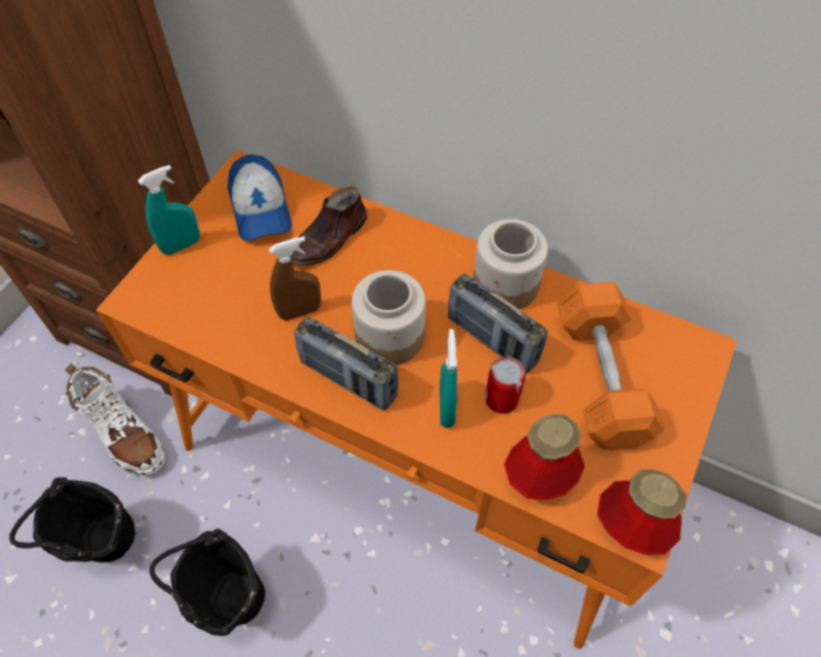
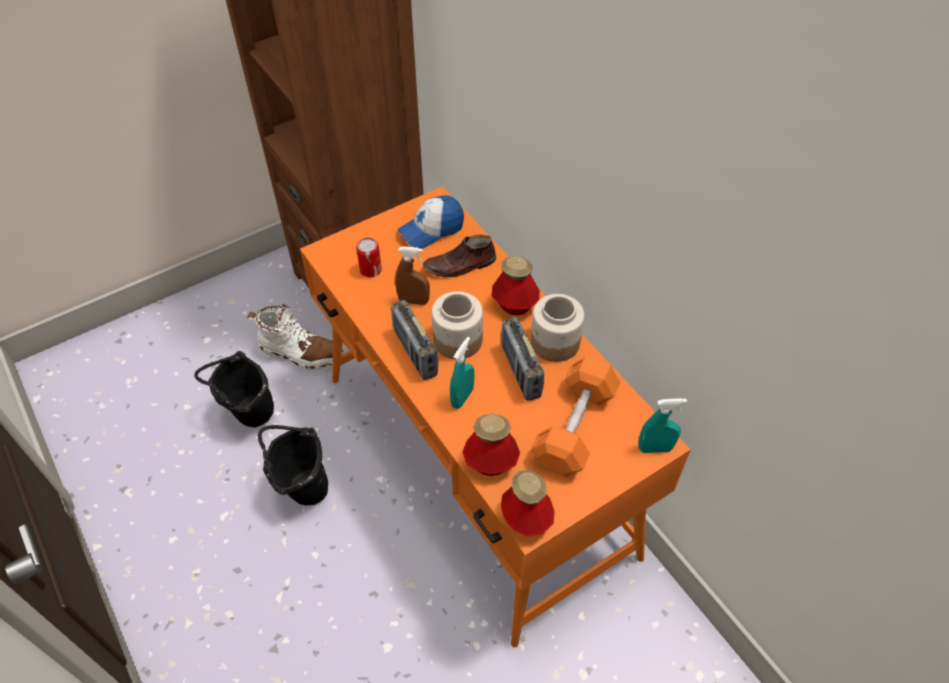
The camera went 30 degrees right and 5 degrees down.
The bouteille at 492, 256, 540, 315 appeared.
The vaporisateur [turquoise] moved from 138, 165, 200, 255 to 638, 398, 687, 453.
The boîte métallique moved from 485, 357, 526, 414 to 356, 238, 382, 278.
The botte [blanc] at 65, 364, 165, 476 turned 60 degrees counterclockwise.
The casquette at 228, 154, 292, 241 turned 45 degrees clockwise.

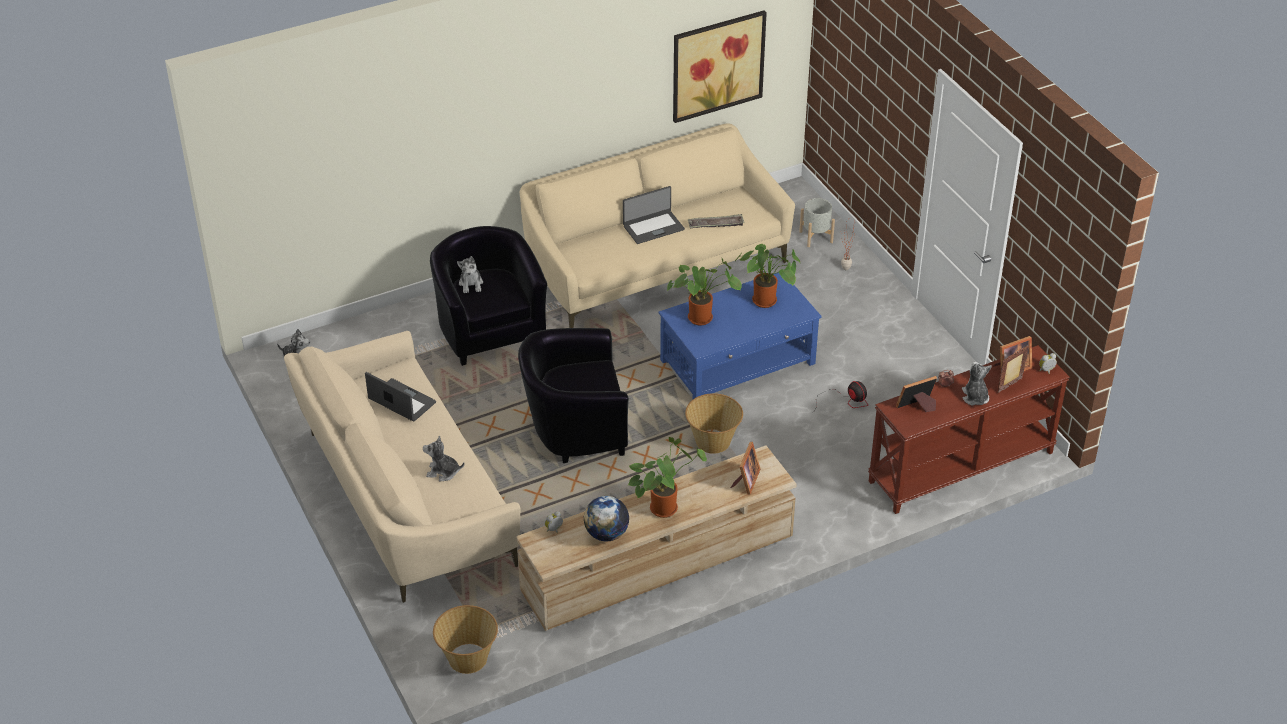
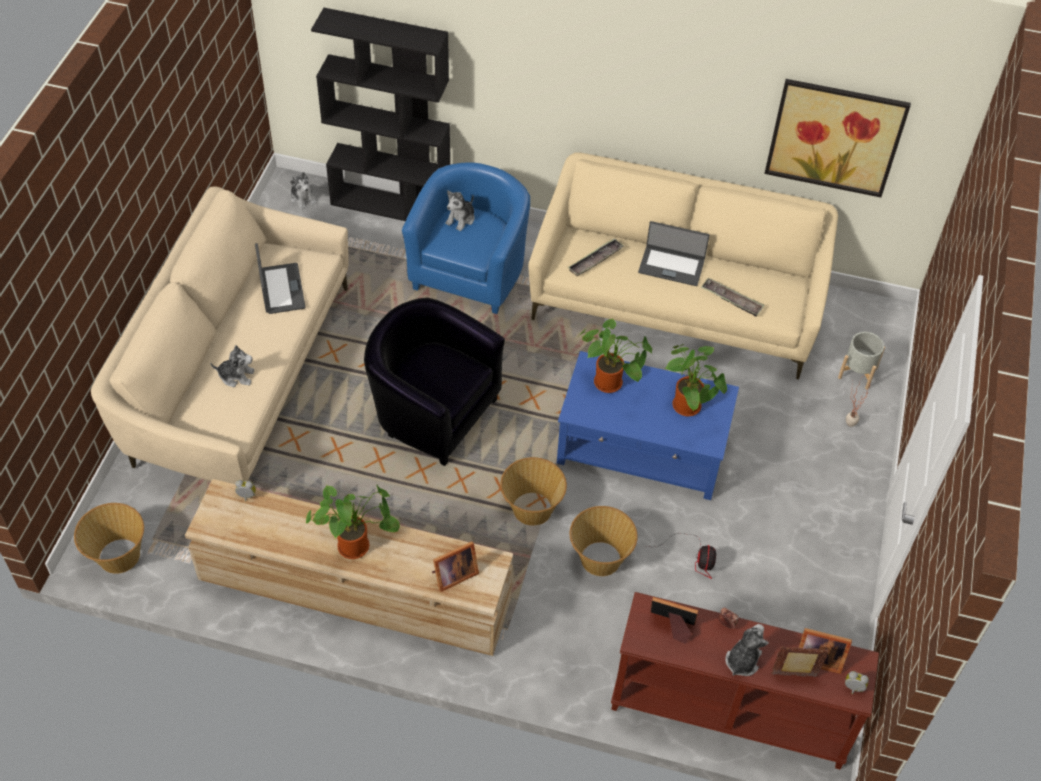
The camera went 40 degrees right and 10 degrees up.
The globe at 584, 496, 629, 541 disappeared.
The bibliothèque [noir] at 311, 8, 450, 221 appeared.
The plateau at 568, 238, 624, 277 appeared.
The panier at 570, 506, 638, 576 appeared.
The fauteuil [noir] at 430, 226, 547, 366 became the fauteuil [bleu] at 402, 162, 530, 314.
The peluche at 423, 435, 464, 481 turned 135 degrees clockwise.

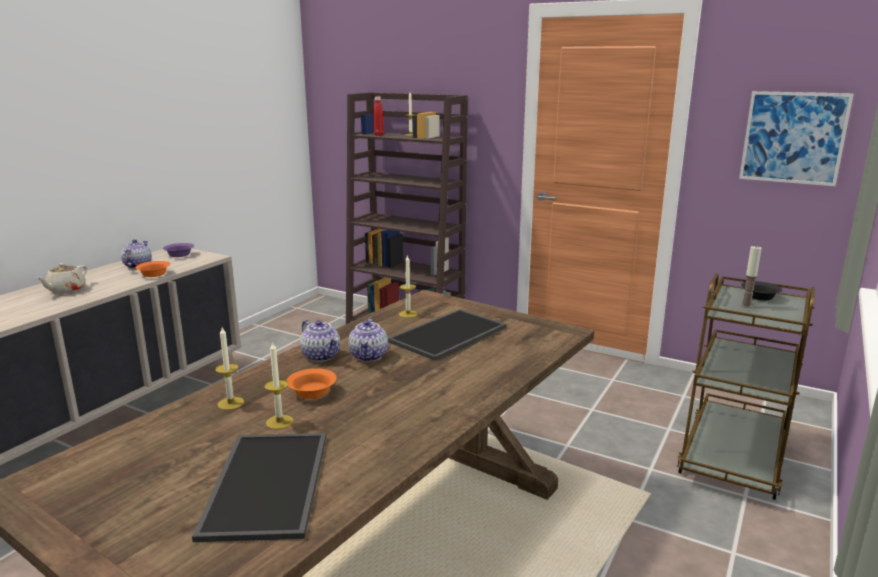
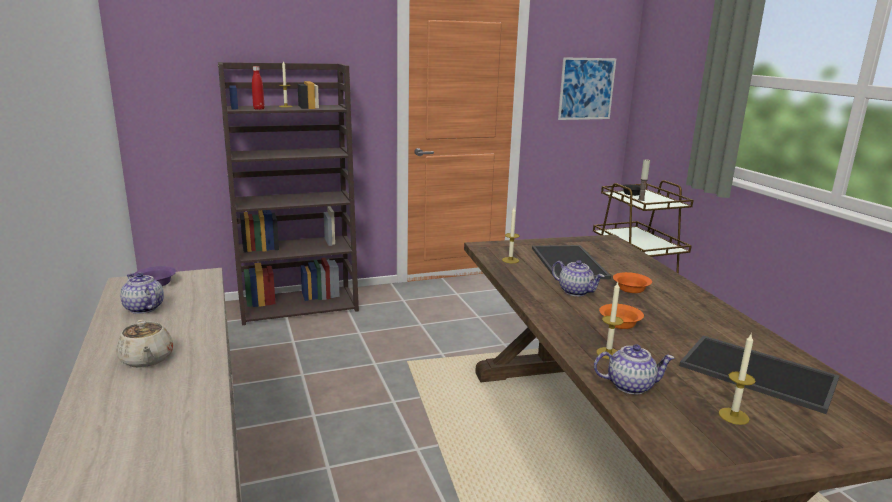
The camera went 50 degrees left and 0 degrees up.
The bol [orange] moved from 135, 261, 170, 277 to 613, 272, 652, 293.
The bougie moved from 264, 341, 294, 429 to 719, 334, 755, 425.
The théière moved from 300, 320, 340, 362 to 594, 344, 675, 395.

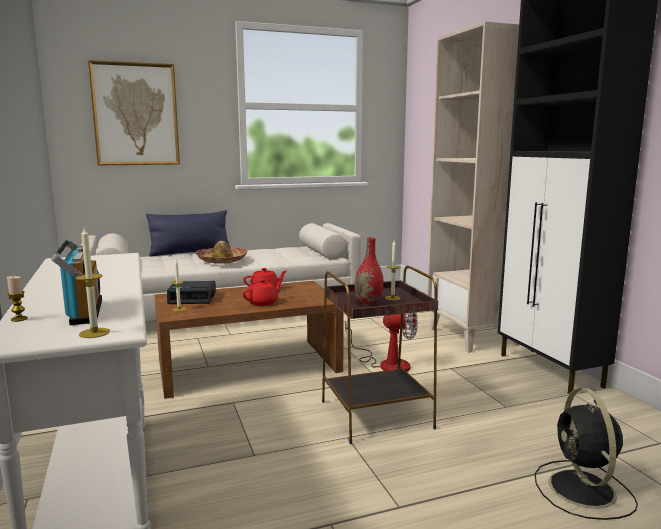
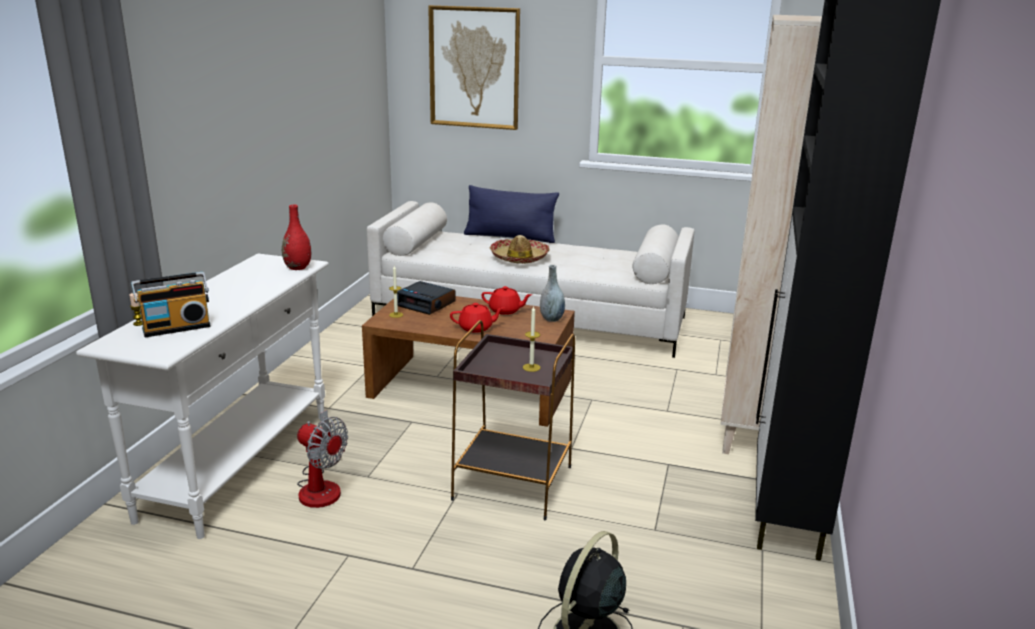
The camera went 35 degrees right and 10 degrees up.
The bougie at 75, 228, 110, 338 disappeared.
The vase [gris] at 540, 265, 565, 322 appeared.
The ventilateur moved from 345, 312, 418, 372 to 297, 410, 348, 508.
The vase [rouge] moved from 354, 237, 384, 304 to 282, 205, 311, 270.
The radio at 51, 239, 102, 325 turned 45 degrees clockwise.

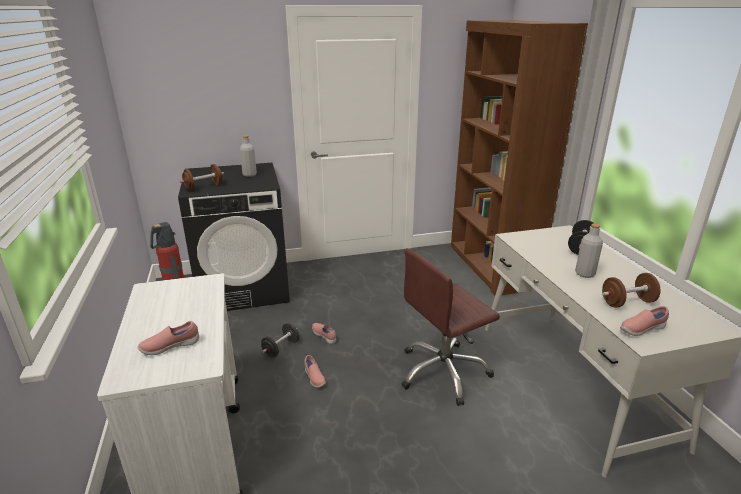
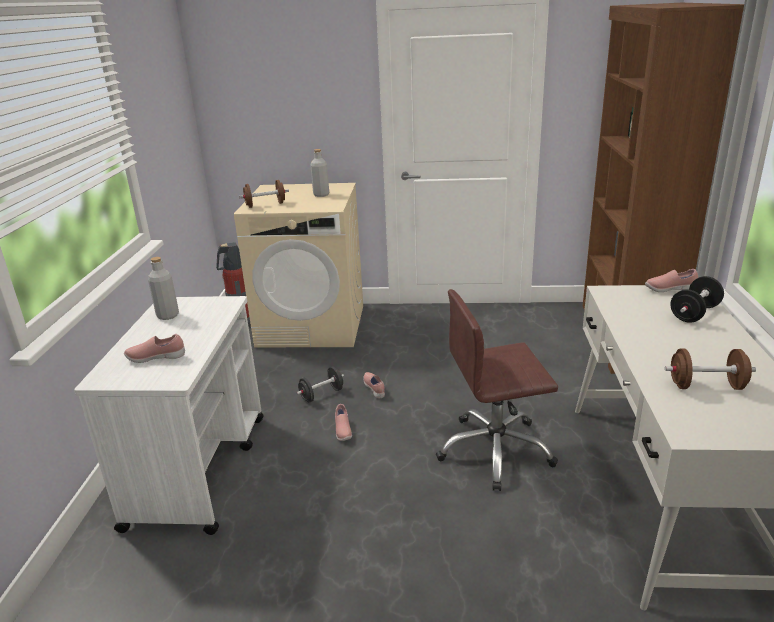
The camera went 20 degrees right and 0 degrees up.
The bouteille [gris] moved from 575, 223, 603, 278 to 148, 257, 179, 320.
The chaussure [rose] moved from 620, 306, 669, 336 to 645, 269, 698, 292.
The lave-linge [noir] at 178, 163, 290, 311 became the lave-linge [beige] at 234, 183, 363, 347.

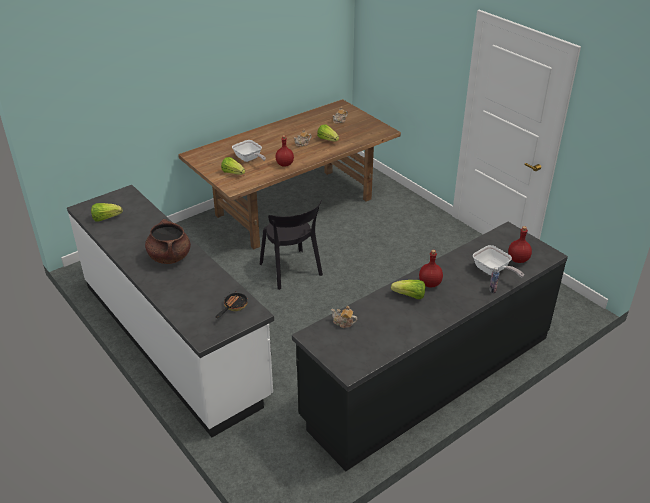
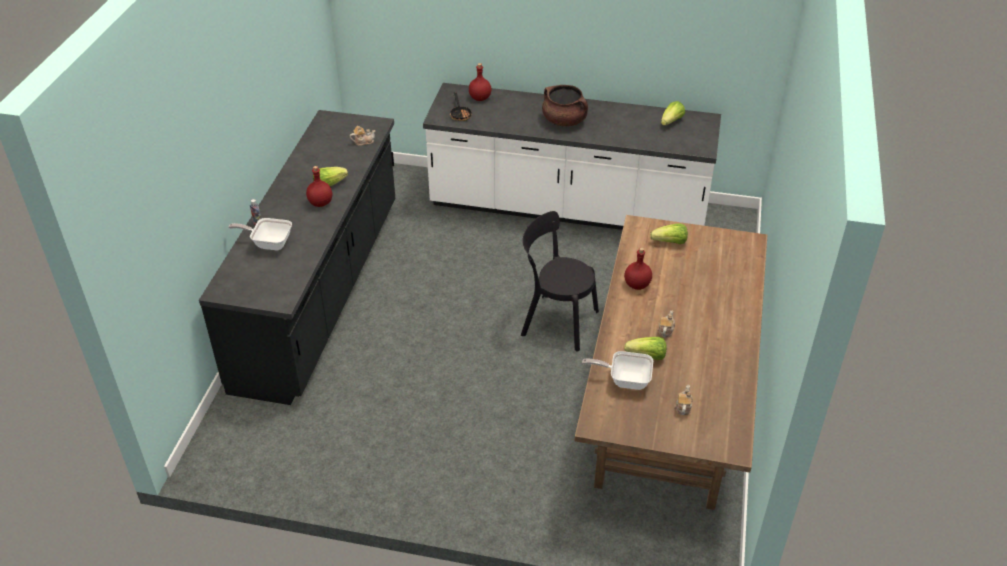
The camera went 140 degrees right and 5 degrees up.
The poêle moved from 232, 140, 266, 162 to 582, 351, 653, 390.
The bouteille [rouge] moved from 508, 226, 532, 263 to 469, 63, 492, 101.

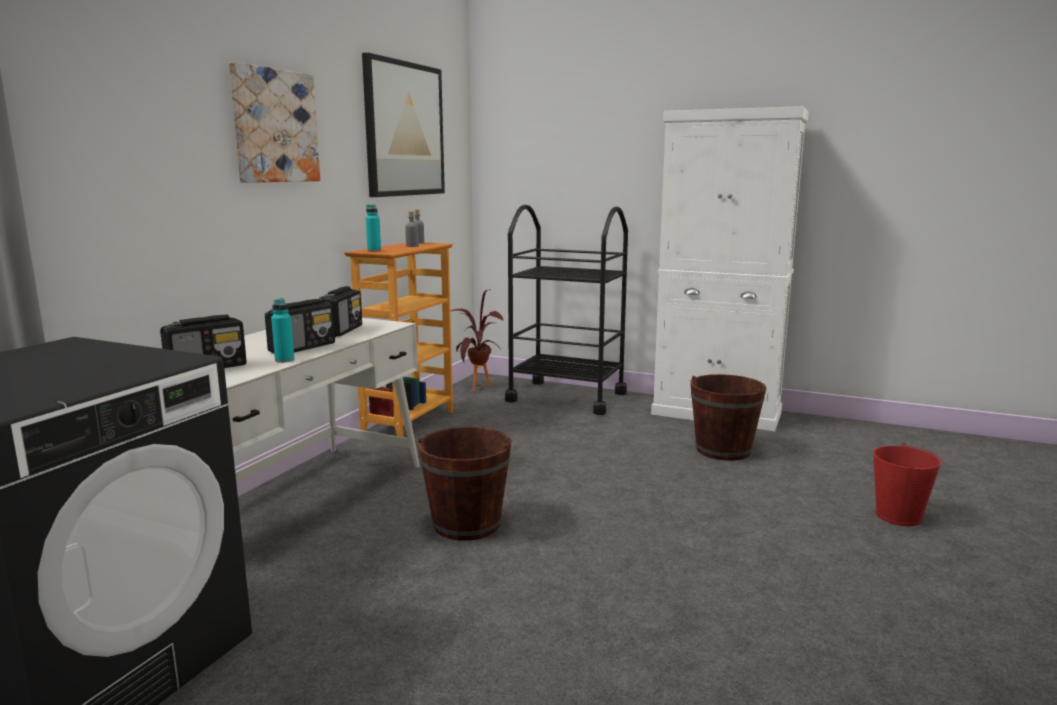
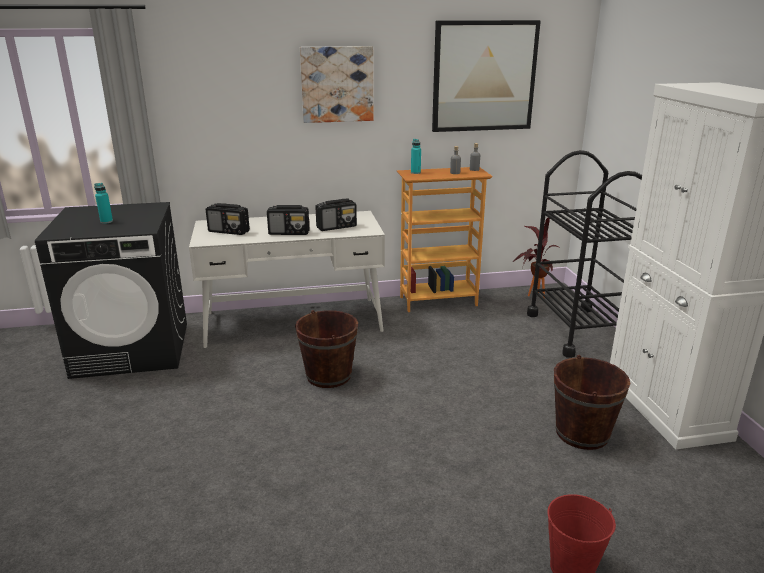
The camera went 55 degrees right and 10 degrees up.
The bouteille [turquoise] moved from 271, 298, 294, 363 to 94, 183, 113, 224.

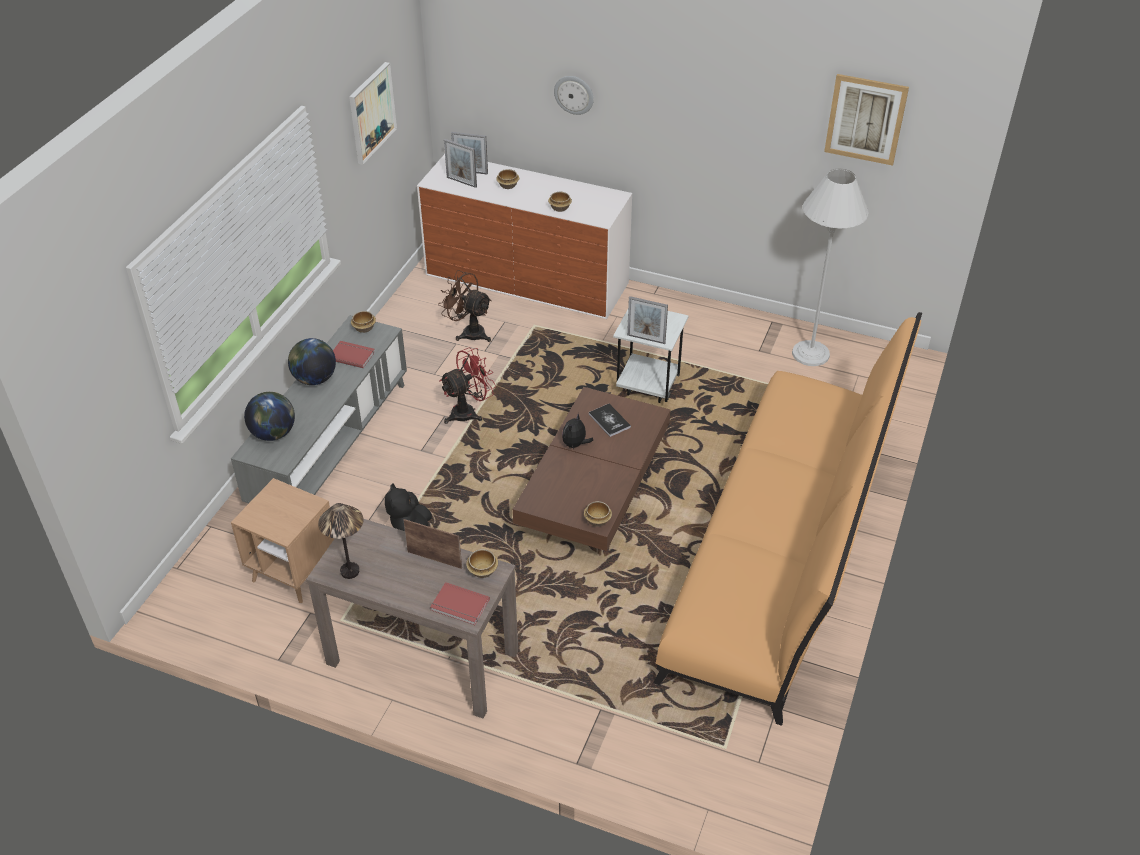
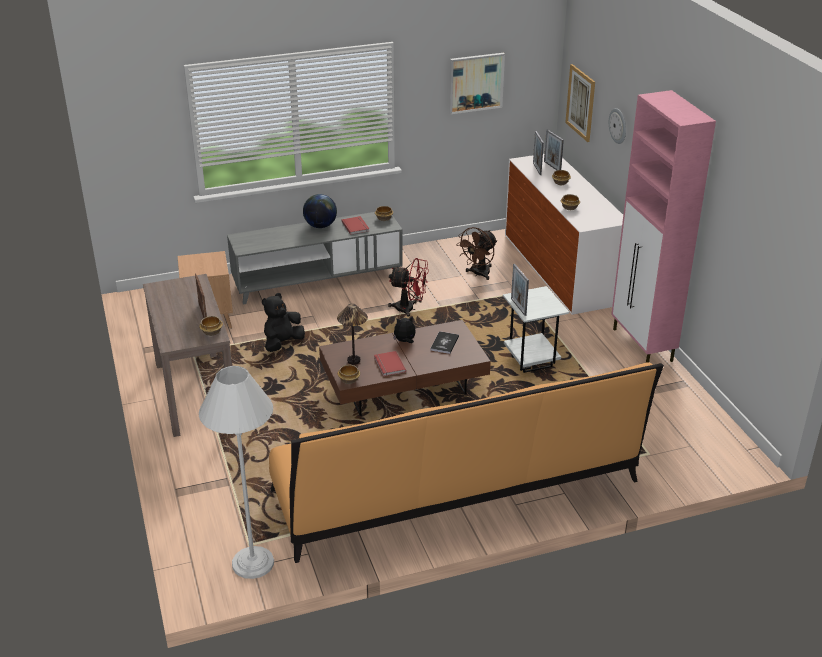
The camera went 50 degrees right and 10 degrees down.
The globe at 244, 392, 295, 441 disappeared.
The meuble de rangement [rose] at 611, 90, 716, 363 appeared.
The lampe de table moved from 318, 503, 364, 579 to 337, 303, 368, 365.
The livre [rouge] moved from 430, 582, 490, 625 to 374, 351, 406, 376.
The lampadaire [blanc] moved from 792, 169, 869, 366 to 199, 366, 274, 579.
The tableau moved from 824, 74, 909, 166 to 565, 64, 595, 142.
The ventilateur [marron] at 438, 270, 492, 342 turned 135 degrees counterclockwise.

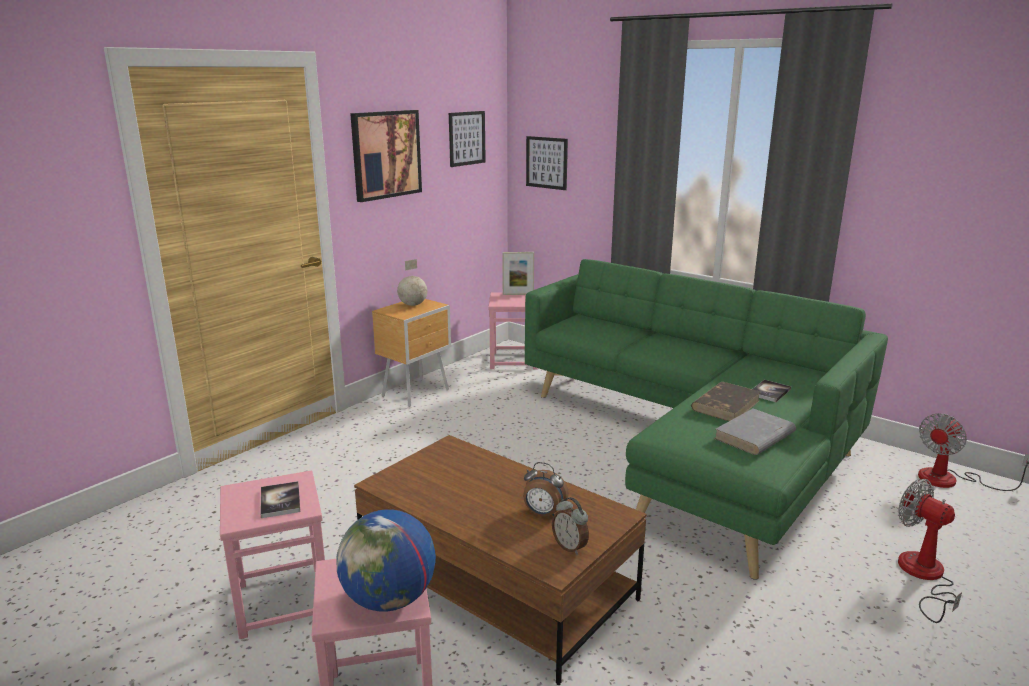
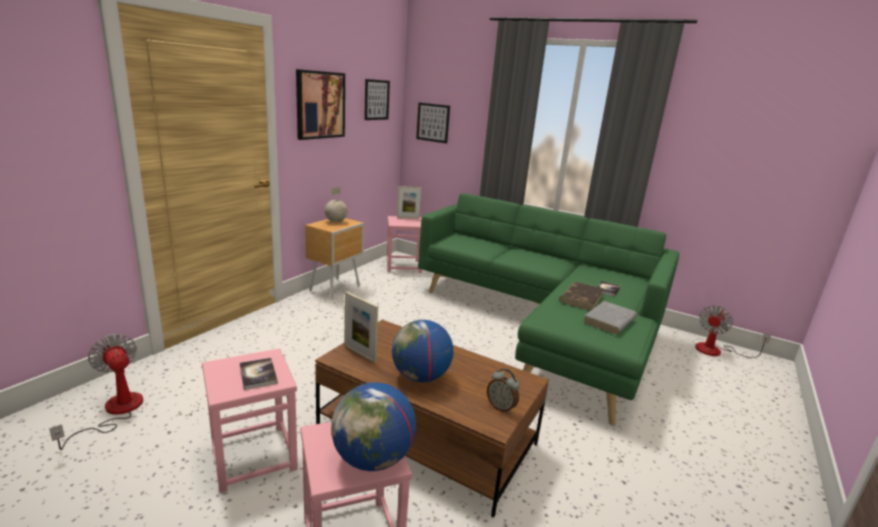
The camera went 10 degrees left and 0 degrees up.
The réveil at 523, 462, 569, 516 disappeared.
The cadre photo at 344, 292, 378, 363 appeared.
The globe at 392, 320, 453, 382 appeared.
The ventilateur moved from 898, 479, 962, 623 to 49, 334, 143, 450.

